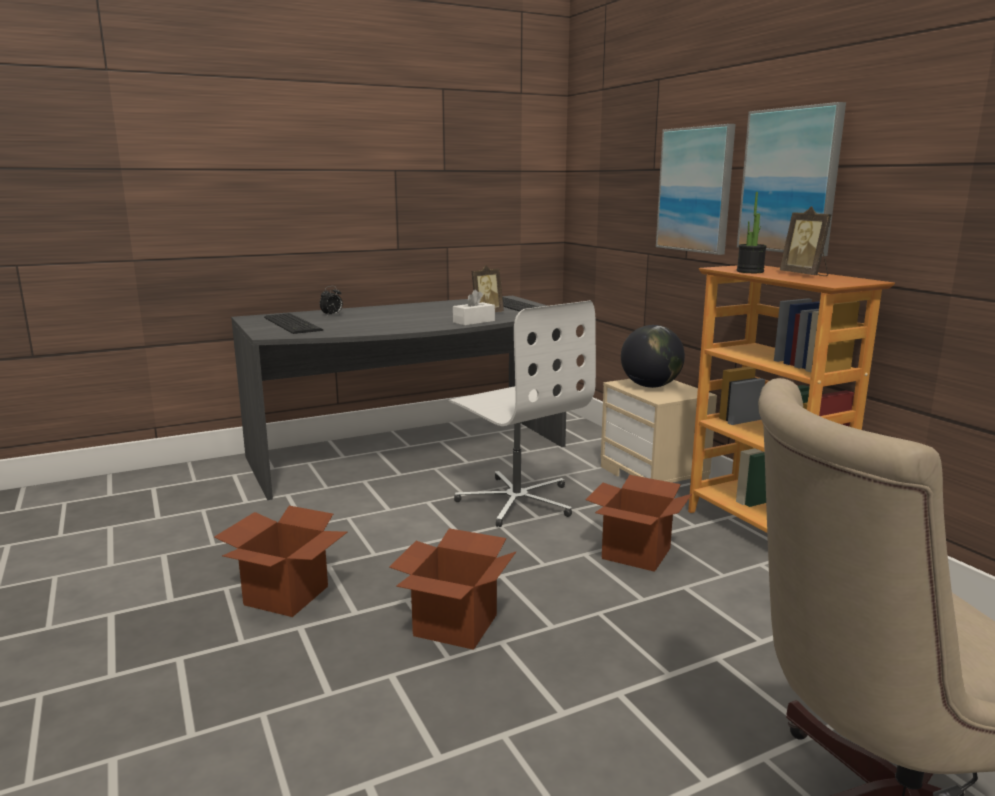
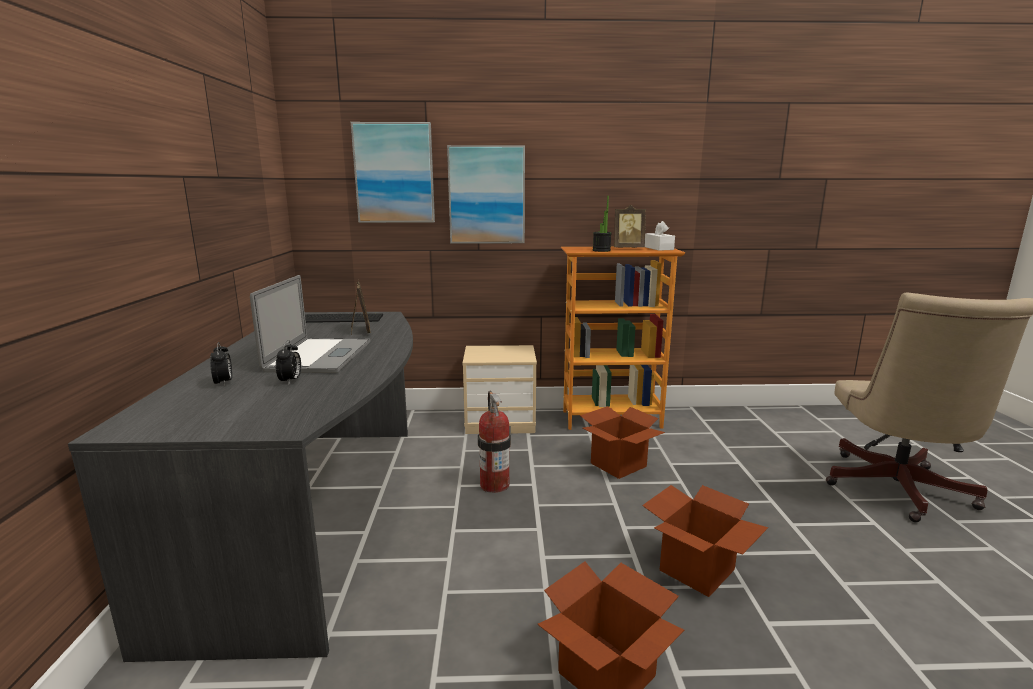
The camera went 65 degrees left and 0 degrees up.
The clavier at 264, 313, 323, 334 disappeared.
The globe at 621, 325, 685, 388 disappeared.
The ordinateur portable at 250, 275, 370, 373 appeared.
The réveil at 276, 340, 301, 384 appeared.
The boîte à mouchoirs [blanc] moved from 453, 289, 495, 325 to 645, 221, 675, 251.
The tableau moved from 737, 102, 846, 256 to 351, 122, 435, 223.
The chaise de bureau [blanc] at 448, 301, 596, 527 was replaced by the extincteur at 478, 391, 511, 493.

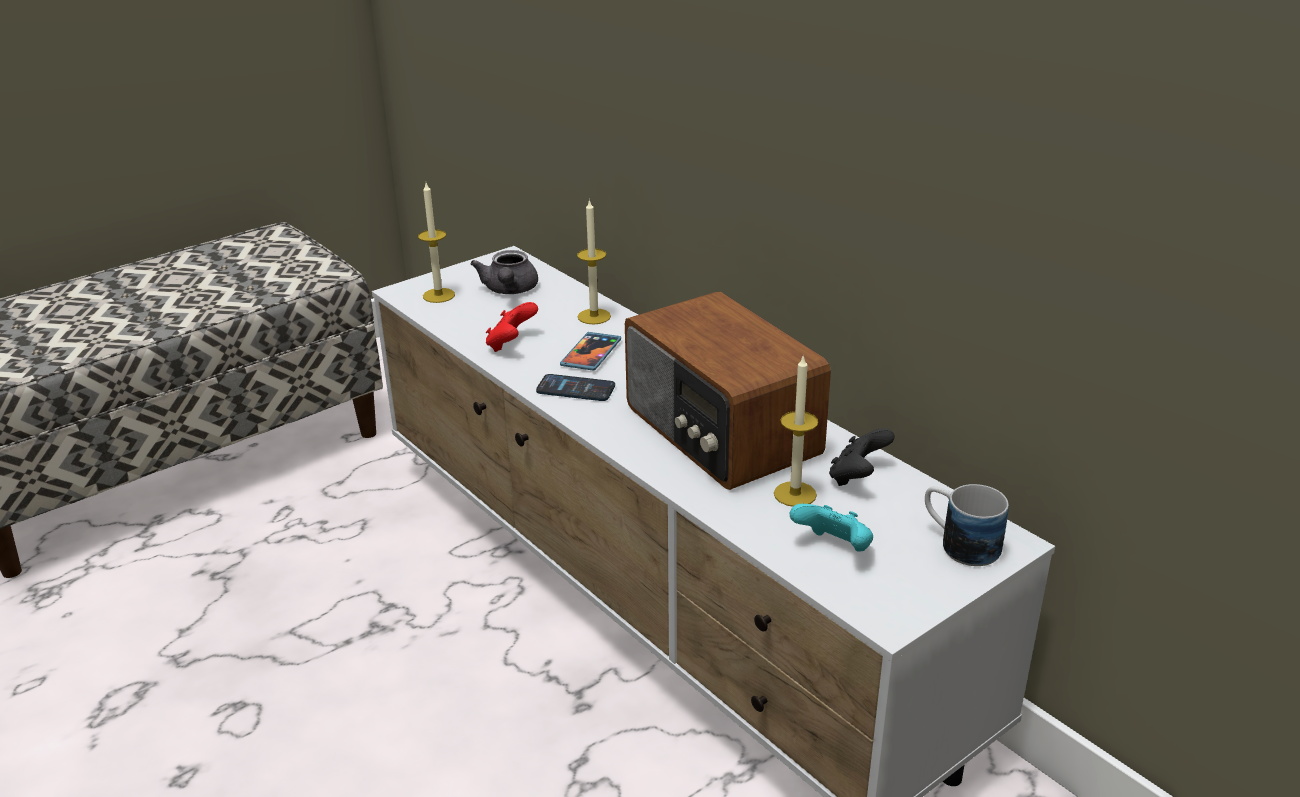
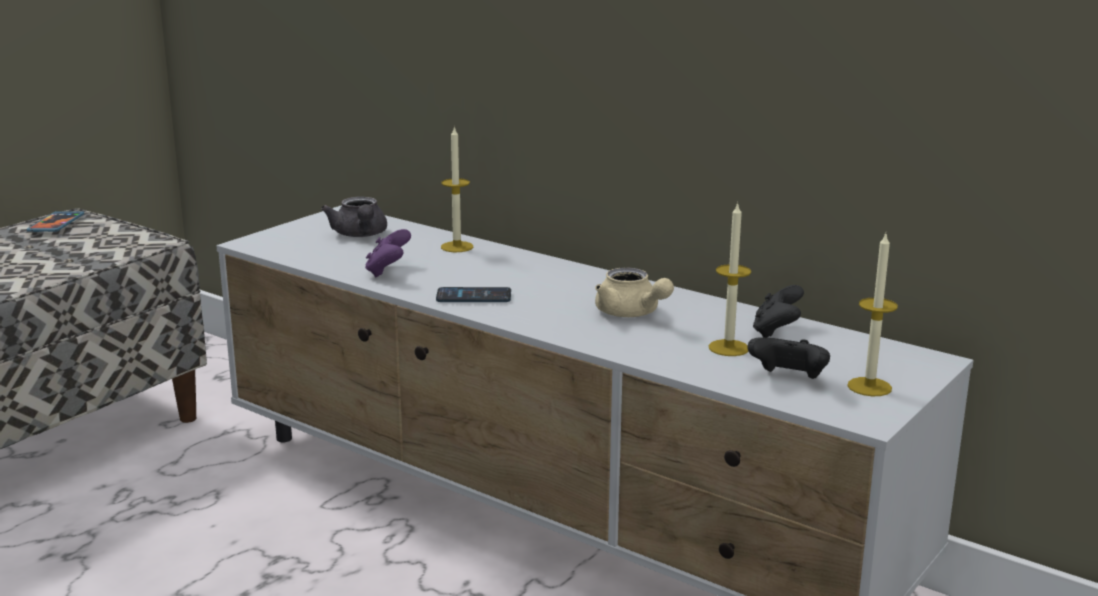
The camera went 15 degrees left and 10 degrees down.
The mug at 925, 484, 1009, 566 disappeared.
The bougie moved from 418, 183, 455, 303 to 847, 234, 898, 396.
The téléphone moved from 560, 332, 621, 371 to 26, 211, 84, 232.
The radio at 625, 292, 831, 490 was replaced by the théière [beige] at 595, 268, 674, 317.
The manette [rouge] at 486, 302, 538, 352 became the manette [violet] at 365, 229, 411, 277.
The manette [turquoise] at 790, 504, 873, 552 became the manette [noir] at 747, 338, 830, 379.

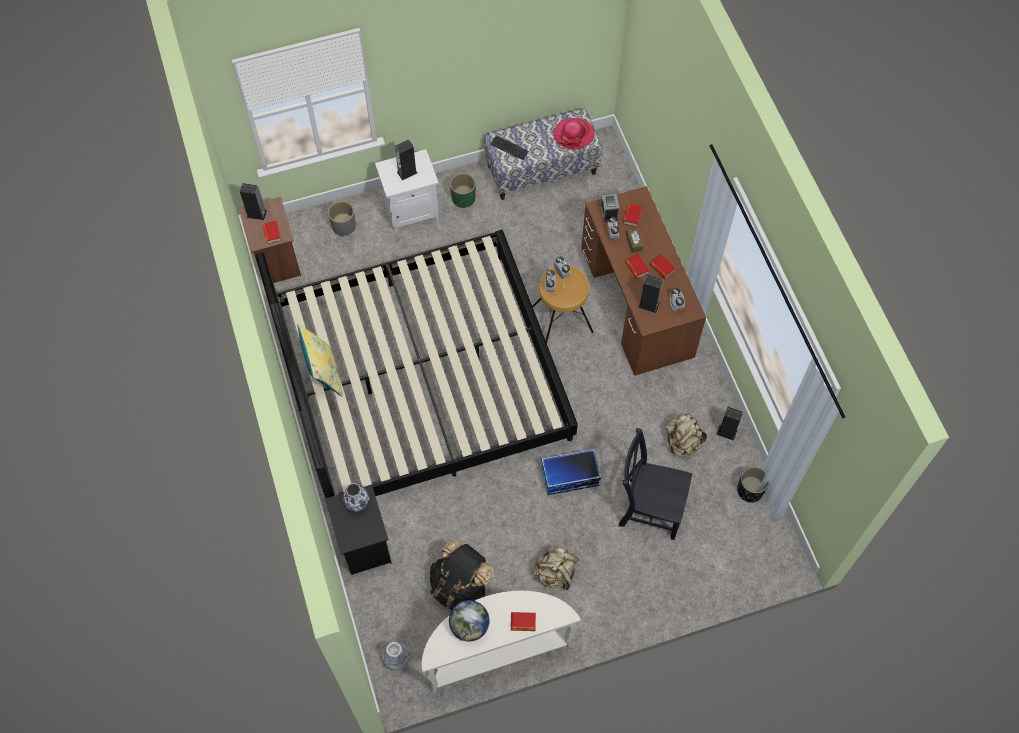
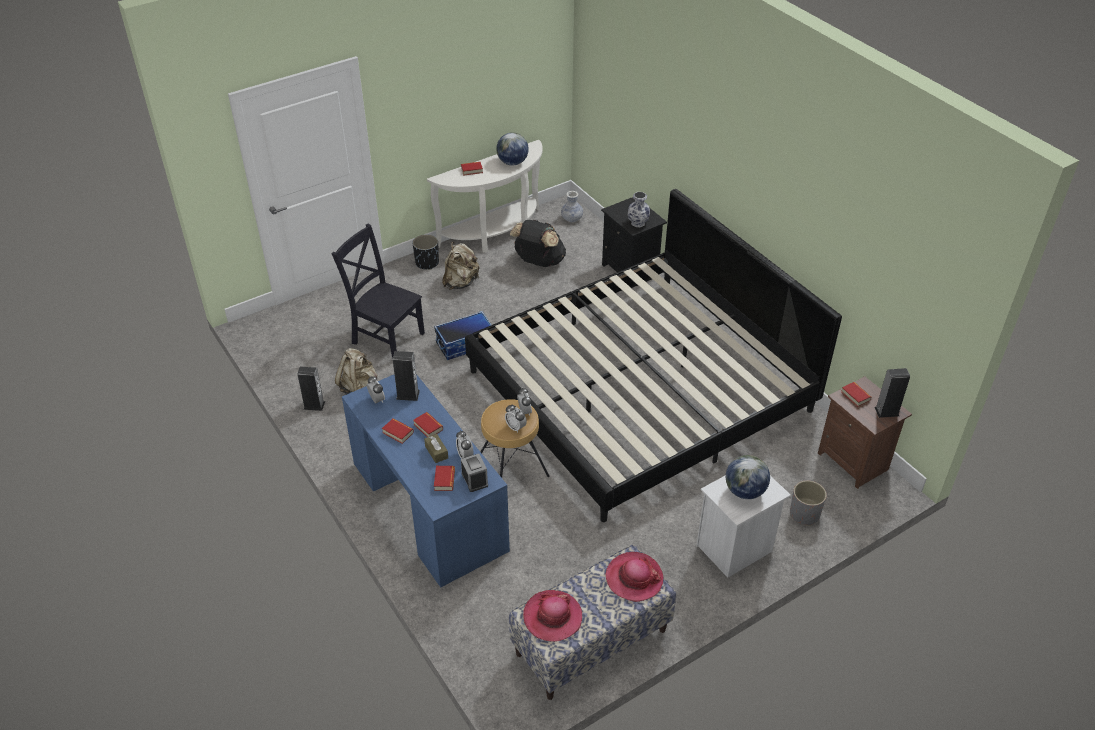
The camera went 165 degrees right and 20 degrees down.
The coussin [jaune] at 297, 324, 343, 397 disappeared.
The cache-pot [vert] at 450, 173, 476, 208 disappeared.
The cache-pot [noir] moved from 737, 466, 770, 503 to 412, 235, 439, 270.
The enceinte at 395, 139, 417, 180 was replaced by the globe at 726, 455, 770, 499.
The clavier at 490, 135, 529, 160 was replaced by the chapeau at 605, 552, 663, 602.
The bureau [marron] at 581, 186, 706, 376 became the bureau [bleu] at 342, 374, 510, 588.
The chaise [noir] at 619, 428, 692, 540 turned 150 degrees counterclockwise.

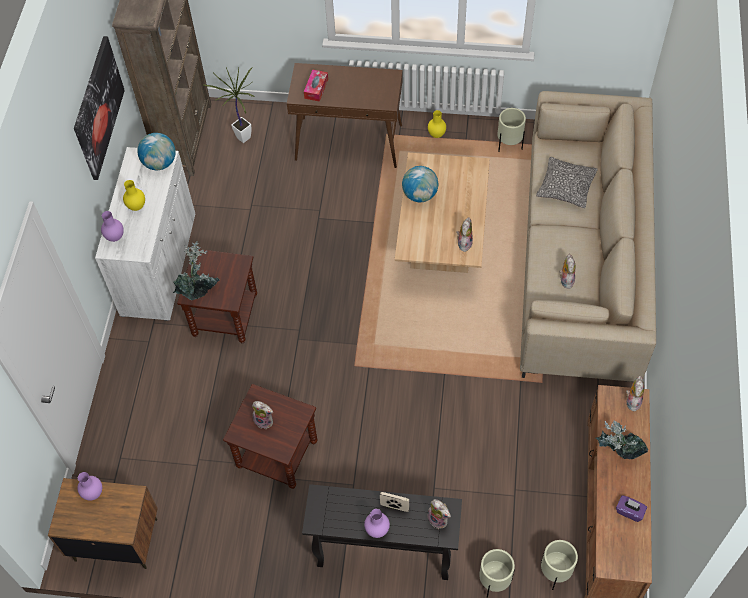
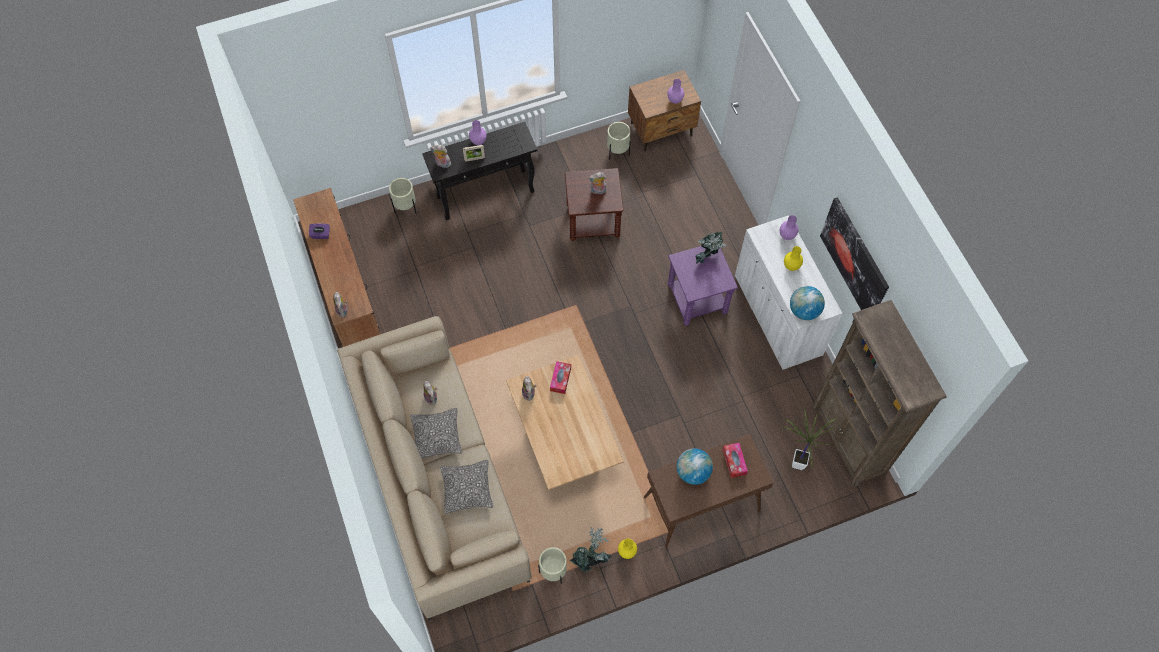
The camera went 150 degrees right and 5 degrees up.
The coussin at 410, 408, 462, 459 appeared.
The boîte à mouchoirs at 550, 361, 571, 394 appeared.
The globe moved from 402, 166, 438, 202 to 677, 448, 713, 485.
The cache-pot [beige] moved from 541, 540, 578, 590 to 607, 122, 631, 160.
The plante en pot moved from 595, 421, 648, 459 to 570, 528, 612, 572.
The table d'appoint [marron] at 177, 249, 257, 343 became the table d'appoint [violet] at 668, 246, 738, 326.

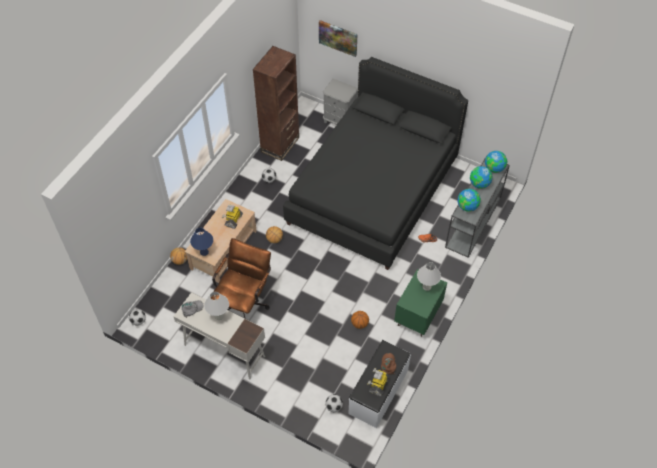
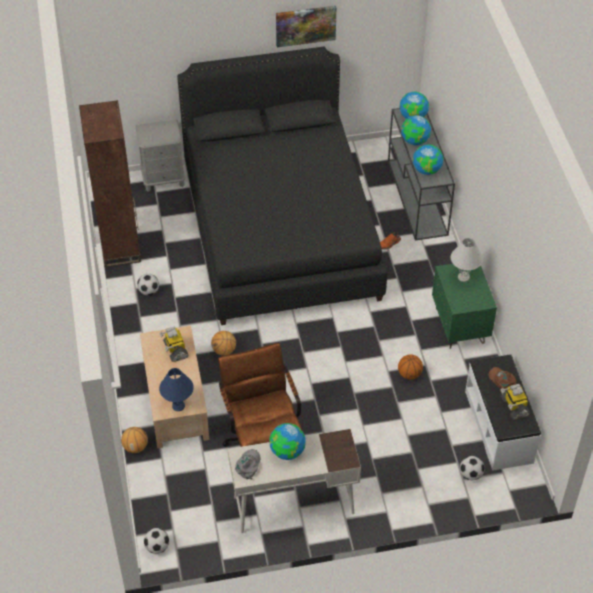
The camera went 40 degrees left and 5 degrees down.
The tableau moved from 319, 20, 357, 57 to 276, 6, 337, 47.
The lampe de table [blanc] at 204, 292, 229, 320 was replaced by the globe at 270, 423, 306, 460.

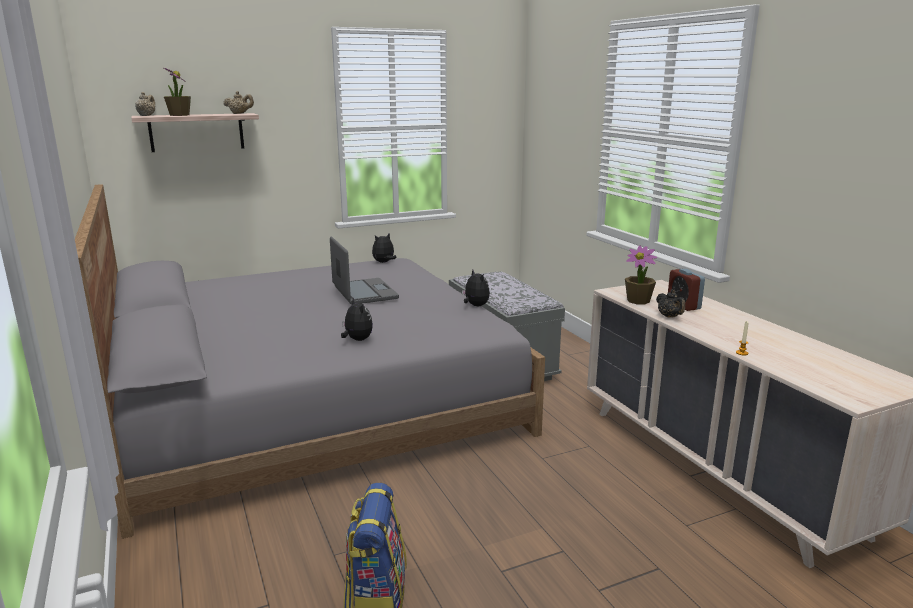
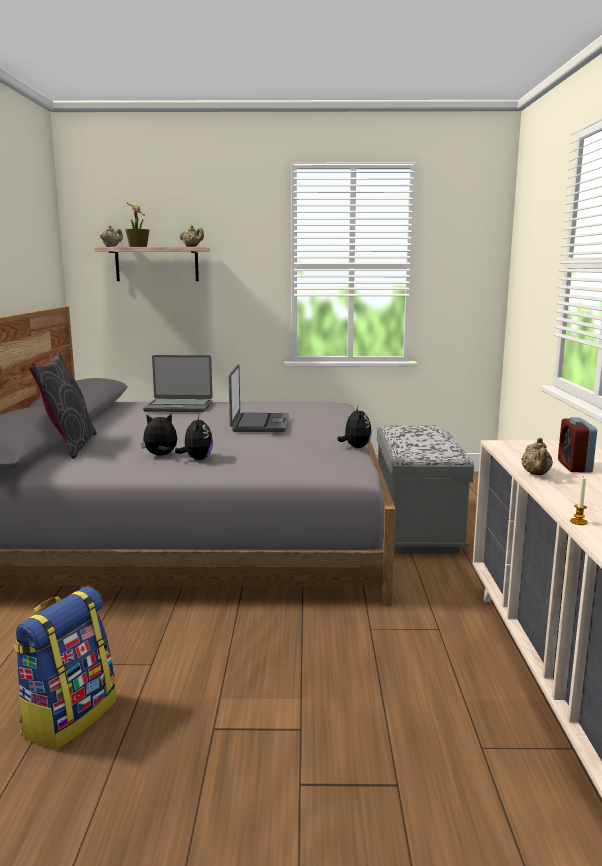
The camera went 25 degrees right and 5 degrees down.
The plante en pot at 625, 246, 657, 304 disappeared.
The coussin [gris] at 29, 352, 97, 459 appeared.
The ordinateur portable at 143, 355, 213, 412 appeared.
The peluche moved from 372, 234, 397, 263 to 141, 413, 177, 455.
The théière [noir] at 656, 289, 685, 318 became the théière [beige] at 521, 438, 553, 475.

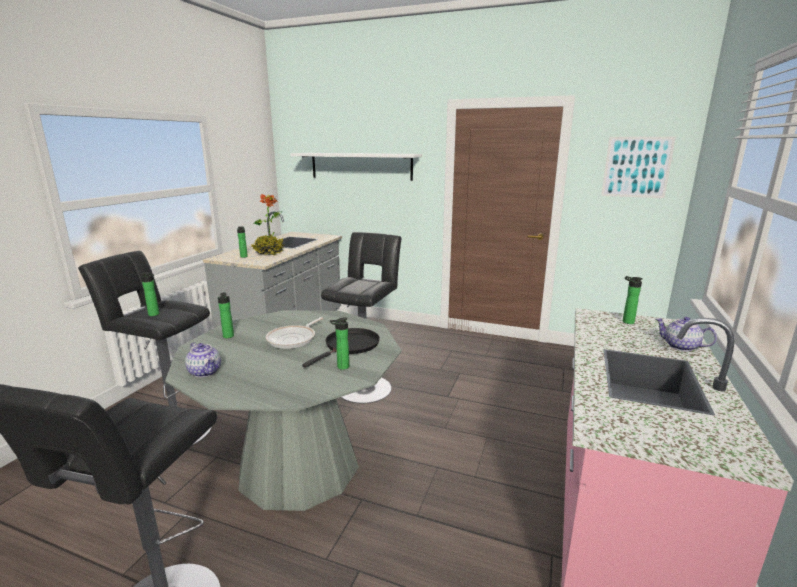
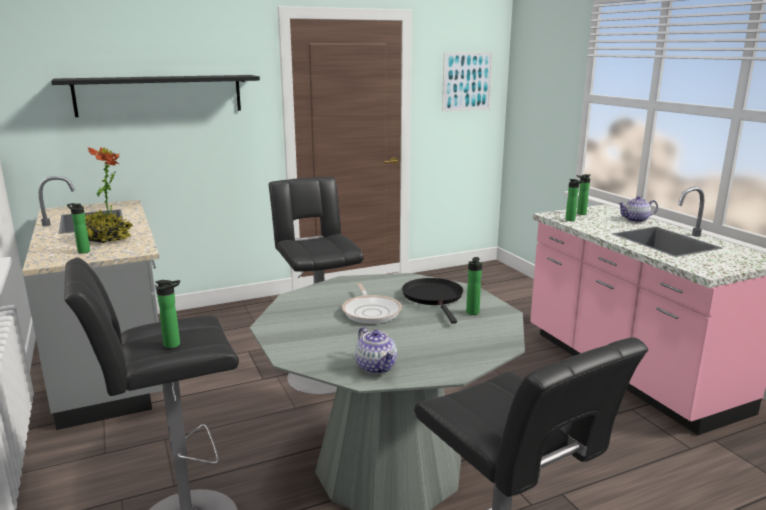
The camera went 45 degrees left and 0 degrees up.
The bouteille moved from 218, 292, 234, 338 to 565, 179, 584, 221.
The étagère [blanc] at 291, 153, 422, 181 became the étagère [noir] at 51, 75, 260, 117.
The théière at 185, 342, 221, 377 turned 60 degrees clockwise.

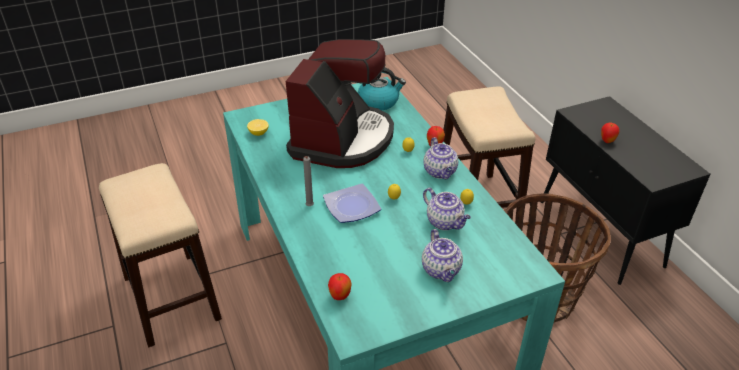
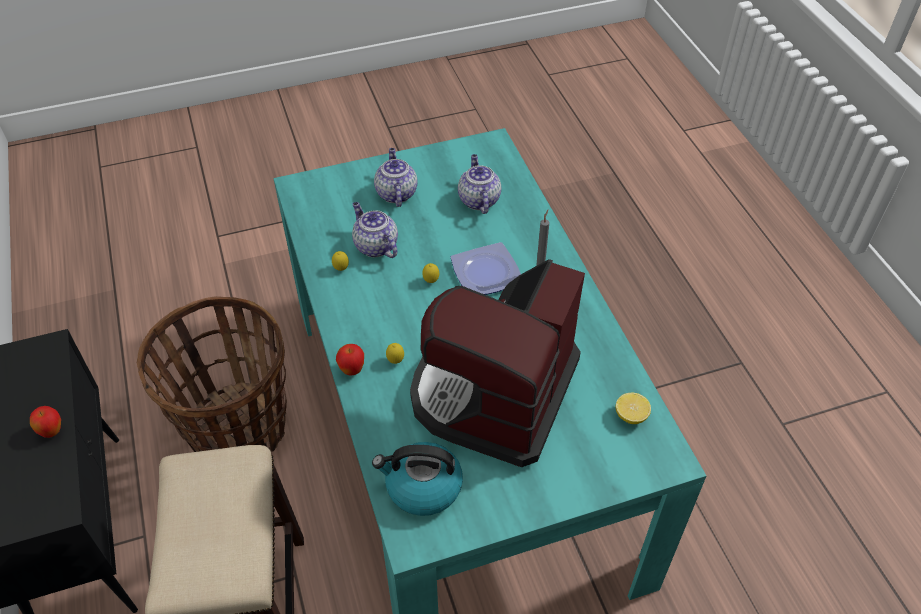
The camera went 175 degrees left and 10 degrees up.
The tabouret at 99, 163, 222, 347 disappeared.
The pomme at 328, 273, 352, 300 disappeared.
The théière moved from 423, 137, 458, 179 to 458, 154, 501, 214.

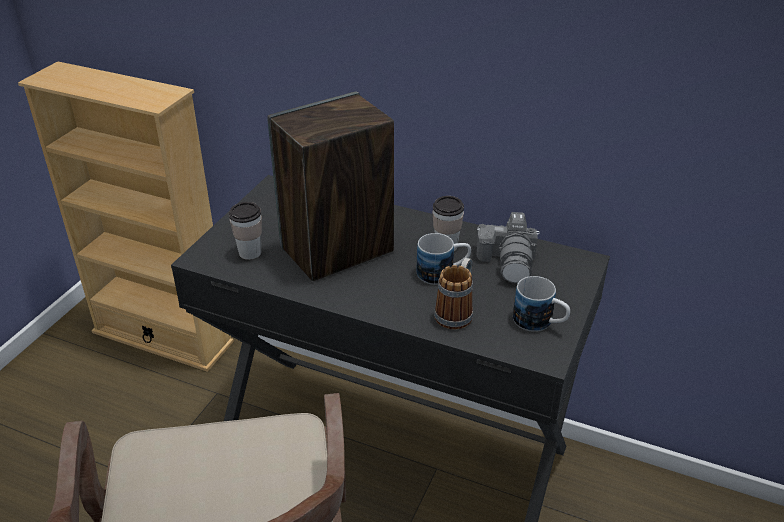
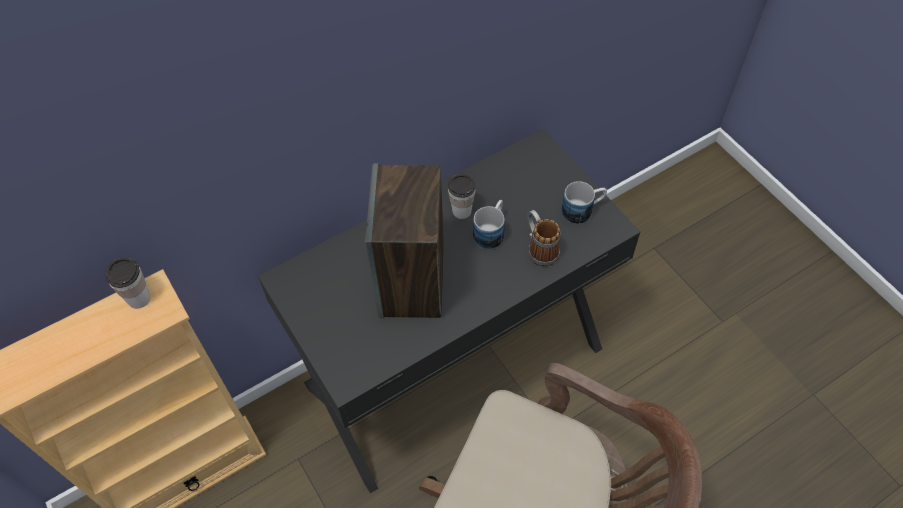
The camera went 55 degrees left and 20 degrees up.
The appareil photo at 476, 212, 540, 283 disappeared.
The tasse moved from 229, 202, 262, 260 to 106, 258, 151, 309.

